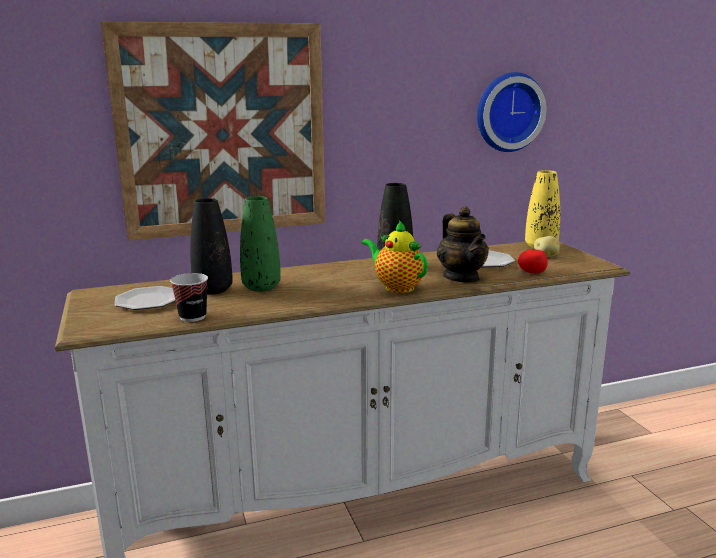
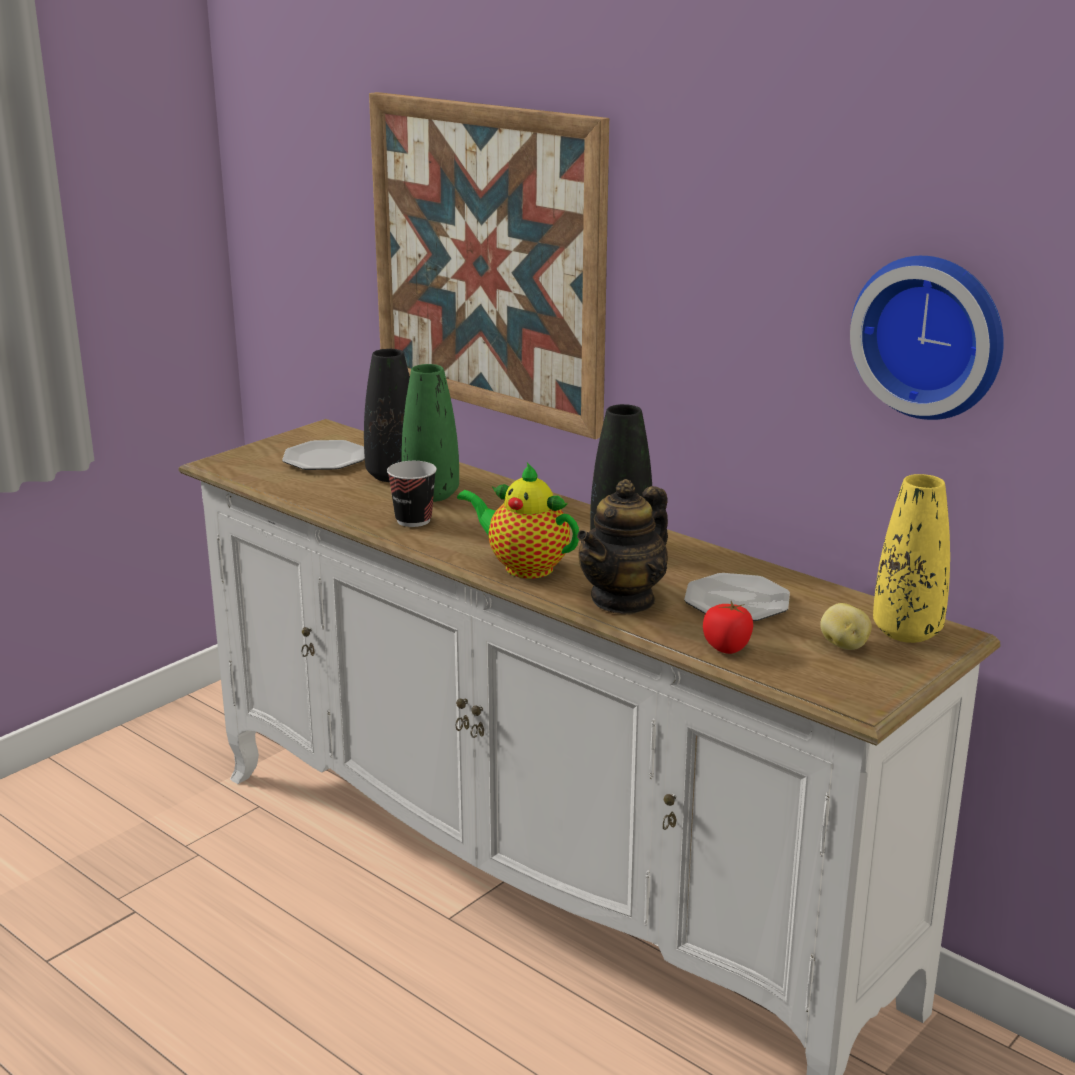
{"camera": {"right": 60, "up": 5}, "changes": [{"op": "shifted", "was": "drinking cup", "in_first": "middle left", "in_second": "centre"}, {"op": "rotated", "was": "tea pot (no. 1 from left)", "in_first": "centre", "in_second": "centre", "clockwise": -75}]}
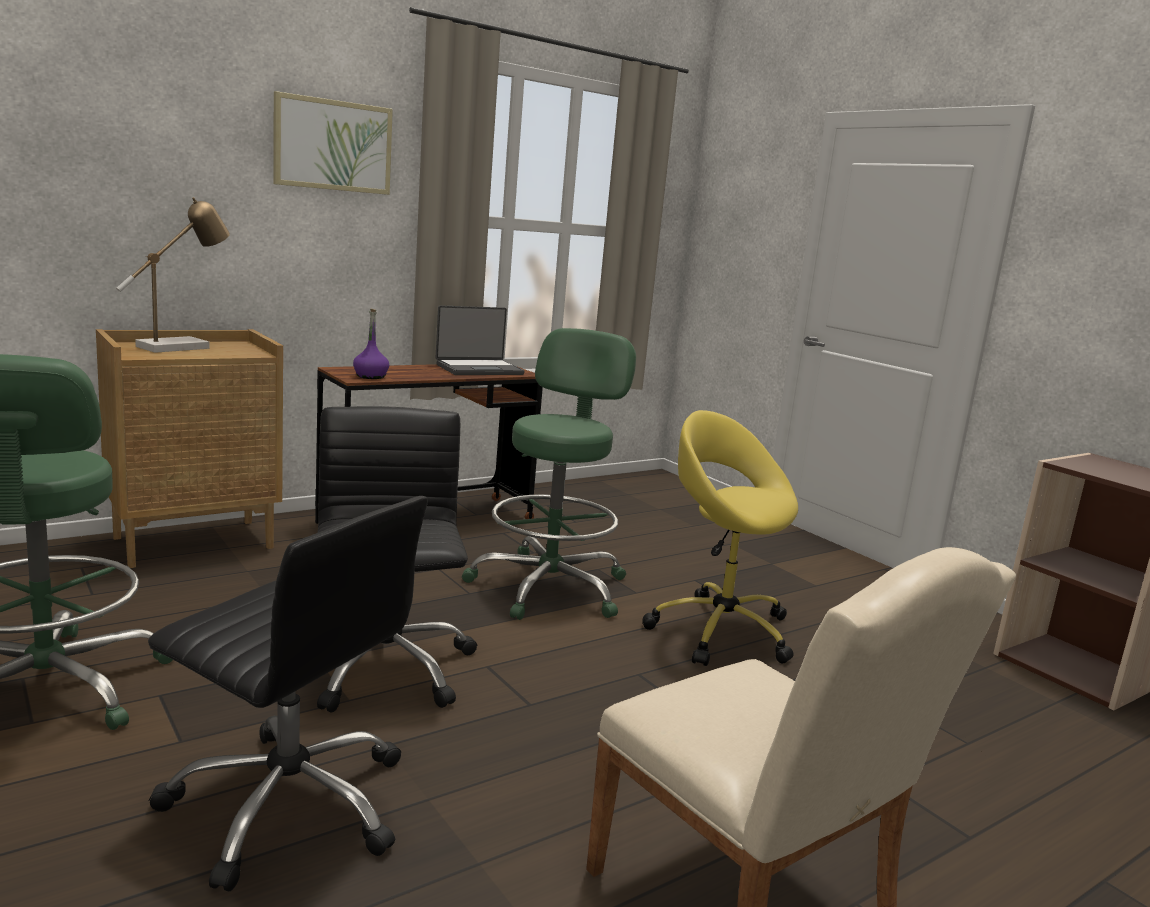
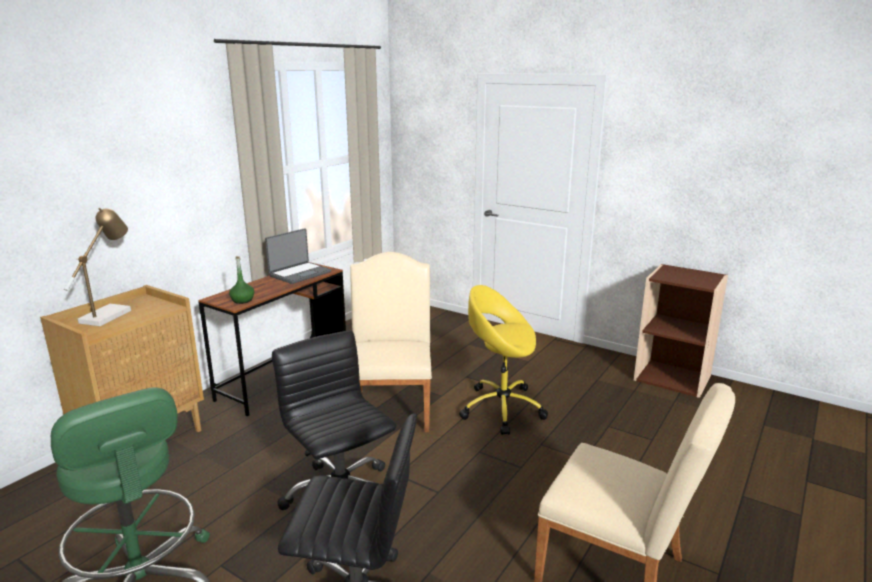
{"camera": {"right": -20, "up": 5}, "changes": [{"op": "gone", "was": "wall art", "in_first": "top left"}, {"op": "swapped", "was": "green-coloured sitting stool (no. 2 from left)", "now": "beige-coloured plain chair (no. 1 from left)", "in_first": "centre", "in_second": "centre"}, {"op": "repainted", "was": "purple-coloured beverage bottle", "now": "green-coloured beverage bottle", "in_first": "middle left", "in_second": "middle left"}]}
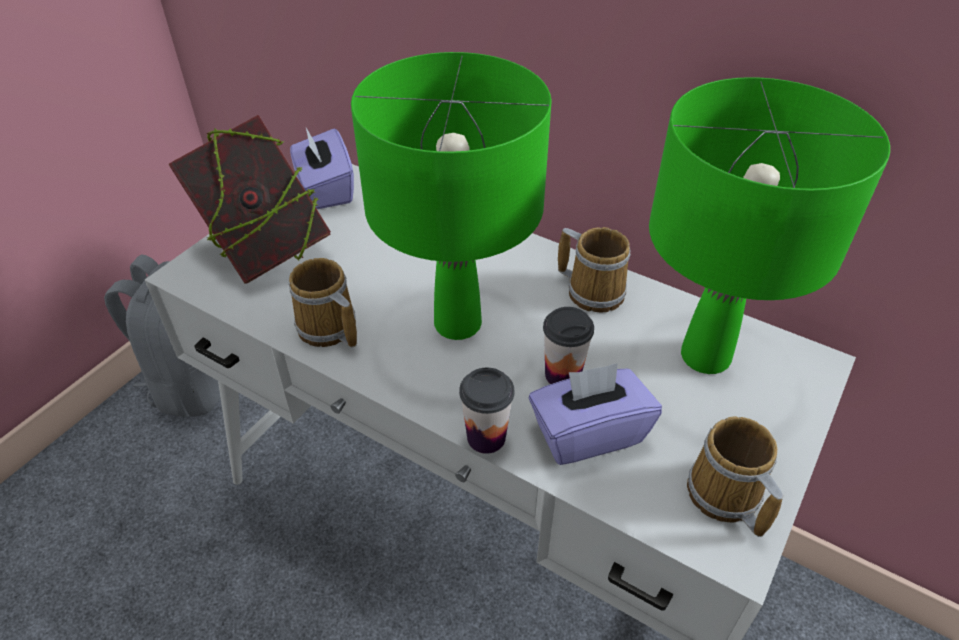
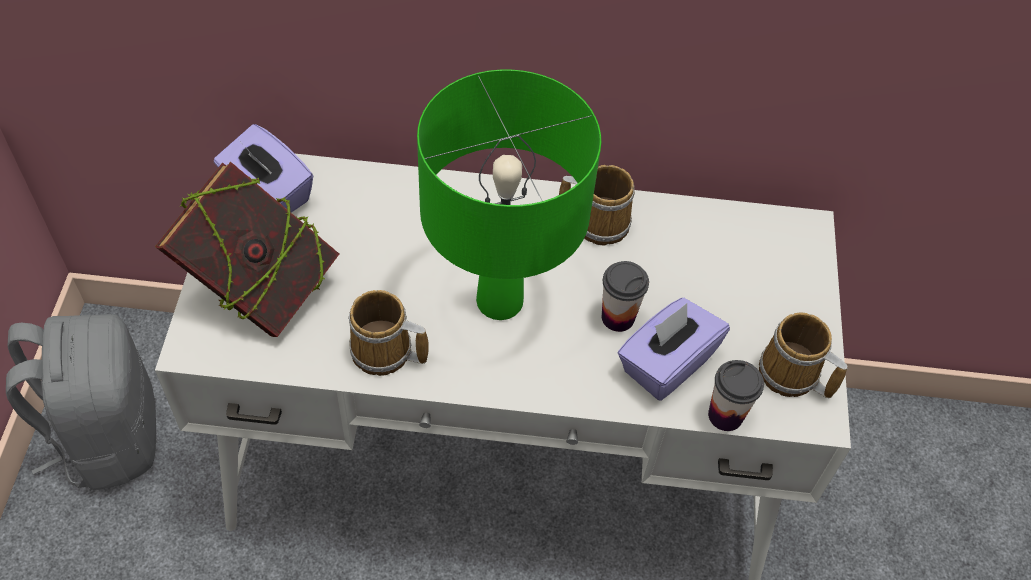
{"camera": {"right": -30, "up": 10}, "changes": [{"op": "gone", "was": "green-coloured tabletop lamp (no. 2 from left)", "in_first": "middle right"}, {"op": "shifted", "was": "drinking cup (no. 1 from left in the first image)", "now": "drinking cup (no. 2 from left)", "in_first": "centre", "in_second": "bottom right"}]}
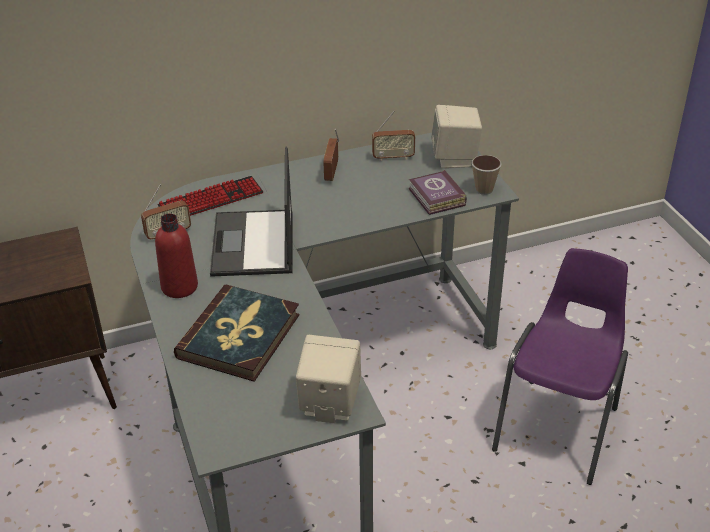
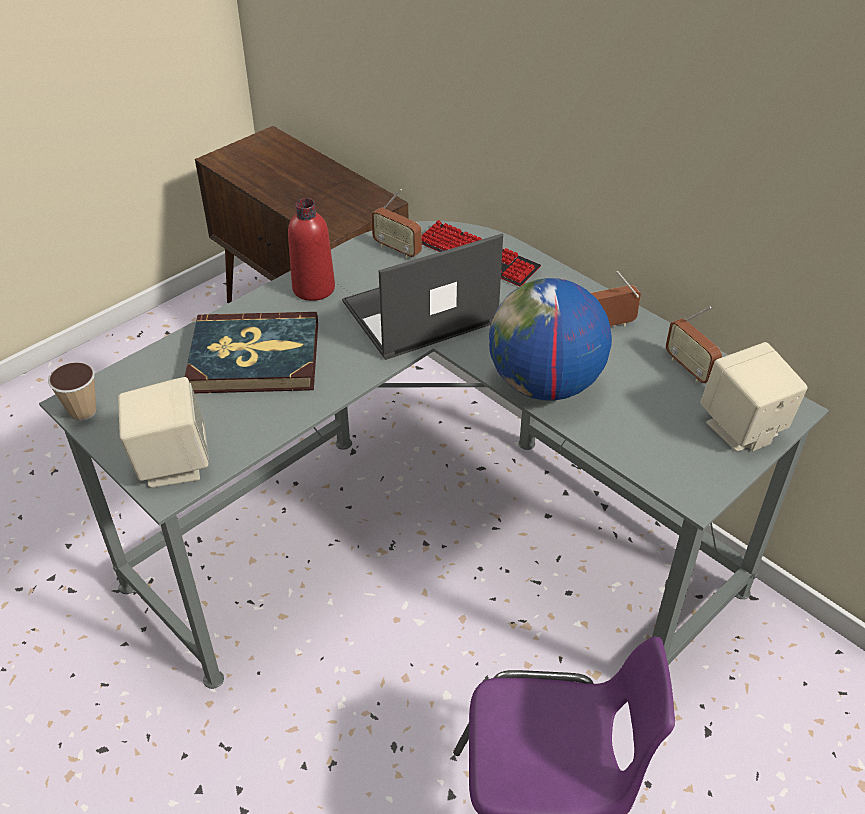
{"camera": {"right": 65, "up": 5}, "changes": [{"op": "gone", "was": "volume (no. 2 from left)", "in_first": "centre"}, {"op": "new", "now": "desk globe", "in_second": "centre"}, {"op": "shifted", "was": "drinking cup", "in_first": "top right", "in_second": "middle left"}]}
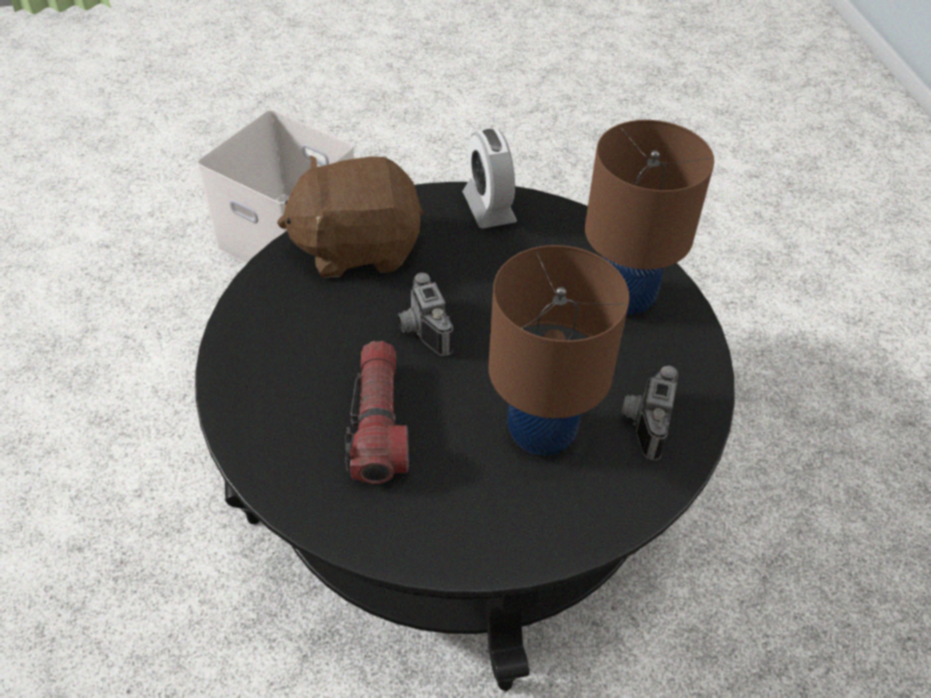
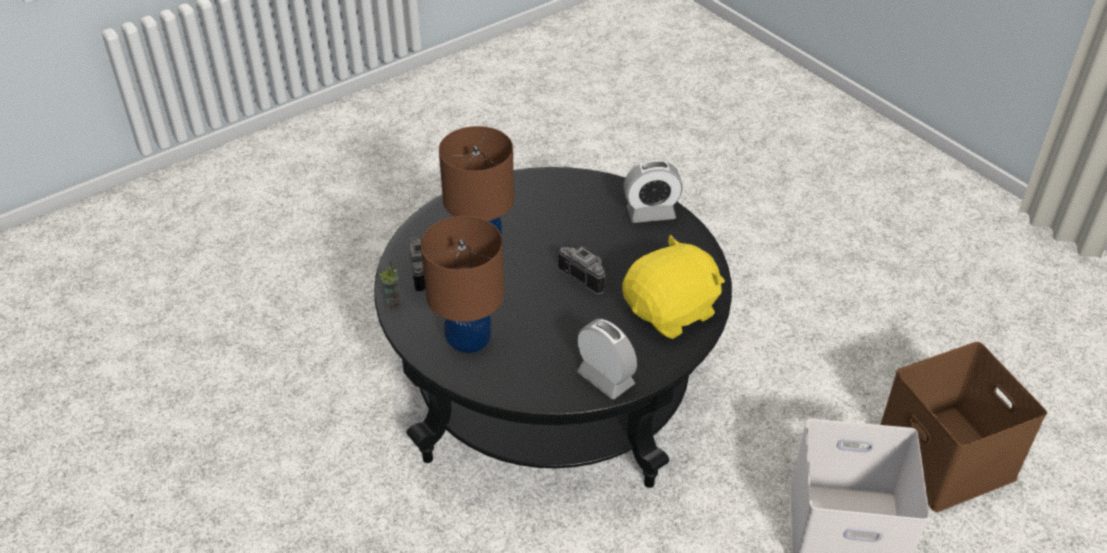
{"camera": {"right": 155, "up": -5}, "changes": [{"op": "gone", "was": "flashlight", "in_first": "centre"}, {"op": "new", "now": "drinking cup", "in_second": "centre"}, {"op": "new", "now": "table clock (no. 2 from left)", "in_second": "centre"}, {"op": "new", "now": "brown-coloured storage bin", "in_second": "bottom right"}, {"op": "repainted", "was": "brown-coloured plush toy", "now": "yellow plush toy", "in_first": "top centre", "in_second": "centre"}]}
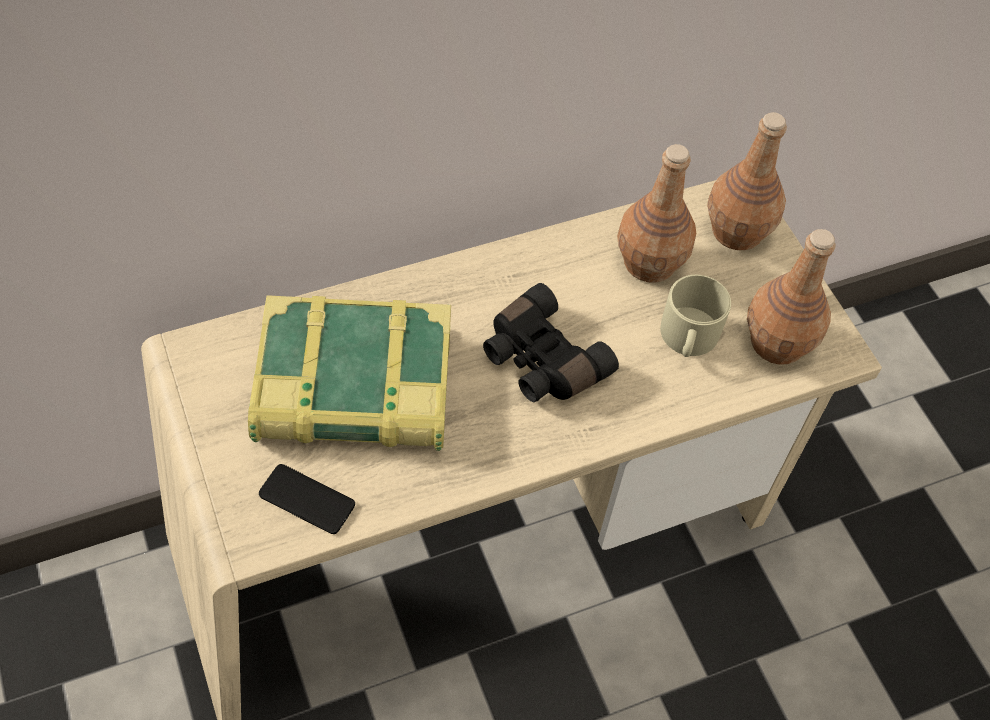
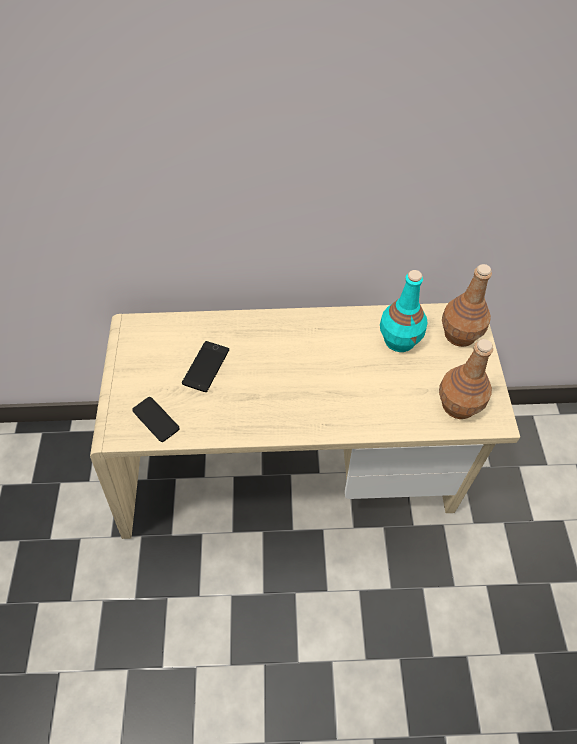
{"camera": {"right": 25, "up": 0}, "changes": [{"op": "gone", "was": "black pair of binoculars", "in_first": "centre"}, {"op": "gone", "was": "beige-coloured mug", "in_first": "middle right"}, {"op": "swapped", "was": "volume", "now": "phone (no. 2 from left)", "in_first": "centre", "in_second": "centre"}, {"op": "repainted", "was": "brown-coloured beverage bottle (no. 1 from left)", "now": "turquoise beverage bottle", "in_first": "top centre", "in_second": "middle right"}]}
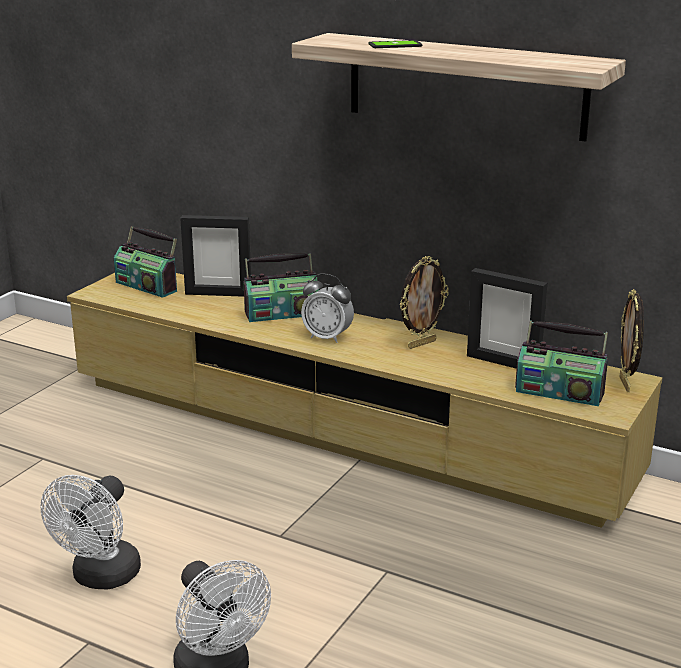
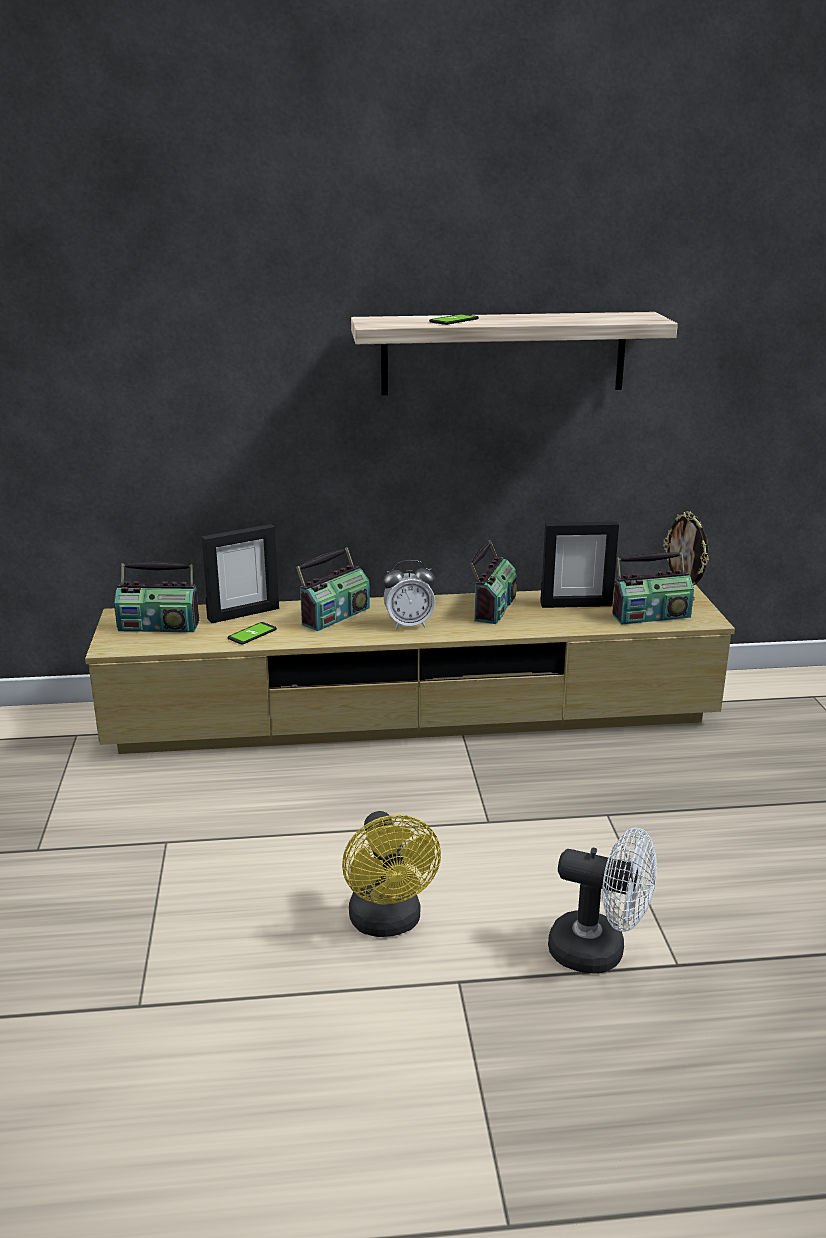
{"camera": {"right": -35, "up": 0}, "changes": [{"op": "new", "now": "phone (no. 1 from left)", "in_second": "middle left"}, {"op": "swapped", "was": "standing frame (no. 2 from left)", "now": "radio (no. 3 from left)", "in_first": "centre", "in_second": "centre"}, {"op": "repainted", "was": "whitish fan (no. 1 from left)", "now": "yellow fan", "in_first": "bottom left", "in_second": "bottom centre"}]}
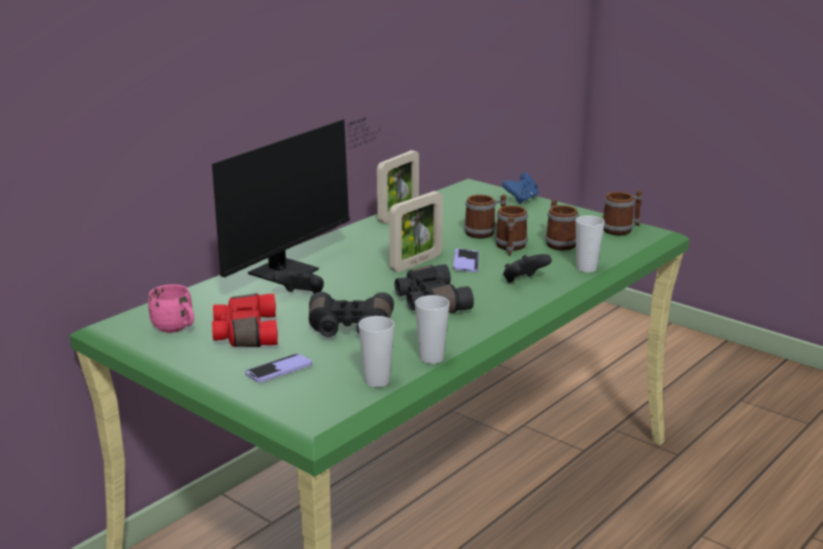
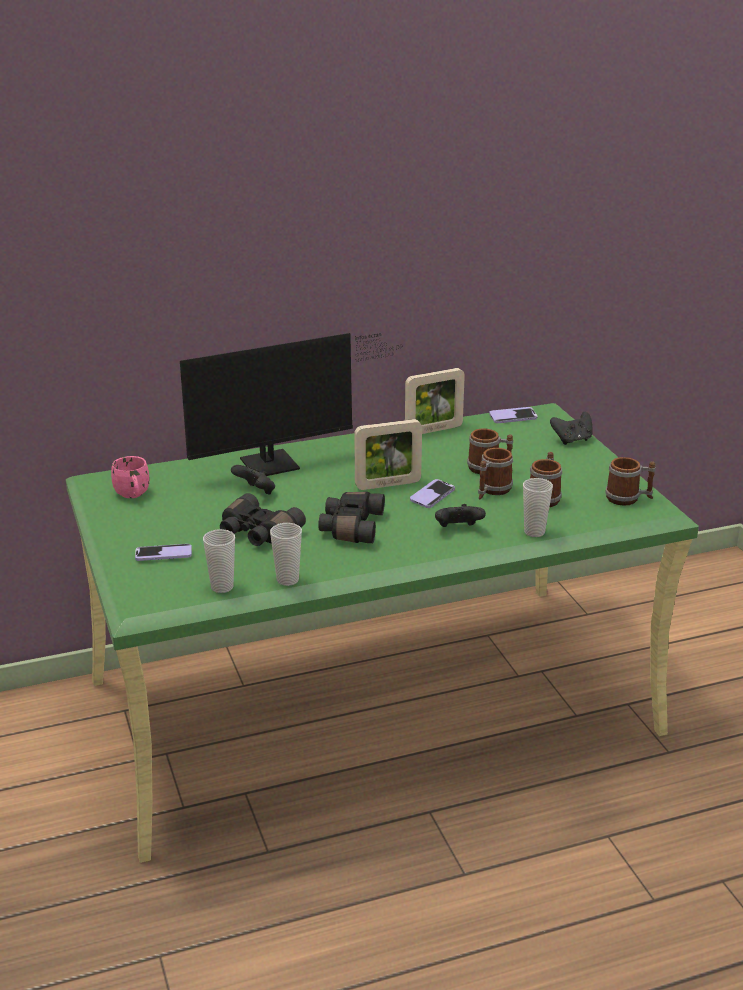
{"camera": {"right": 30, "up": 5}, "changes": [{"op": "gone", "was": "red pair of binoculars", "in_first": "middle left"}, {"op": "new", "now": "phone (no. 3 from left)", "in_second": "middle right"}, {"op": "repainted", "was": "blue gamepad", "now": "black gamepad (no. 3 from left)", "in_first": "centre", "in_second": "middle right"}]}
